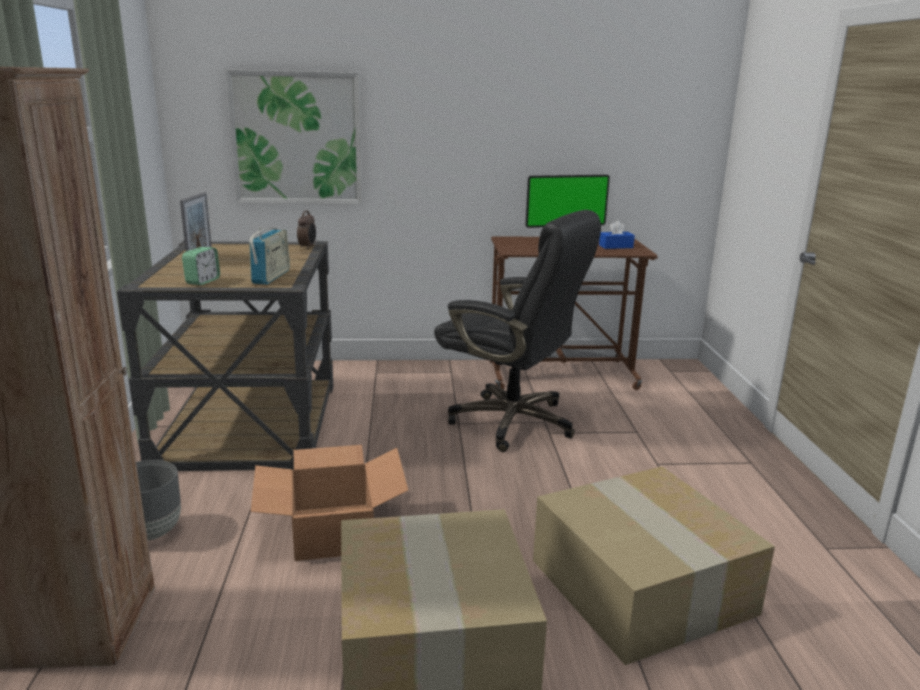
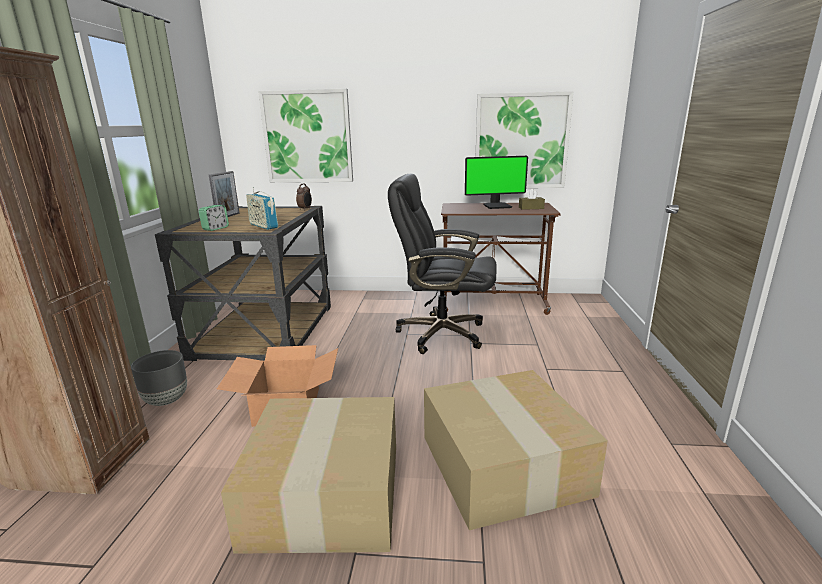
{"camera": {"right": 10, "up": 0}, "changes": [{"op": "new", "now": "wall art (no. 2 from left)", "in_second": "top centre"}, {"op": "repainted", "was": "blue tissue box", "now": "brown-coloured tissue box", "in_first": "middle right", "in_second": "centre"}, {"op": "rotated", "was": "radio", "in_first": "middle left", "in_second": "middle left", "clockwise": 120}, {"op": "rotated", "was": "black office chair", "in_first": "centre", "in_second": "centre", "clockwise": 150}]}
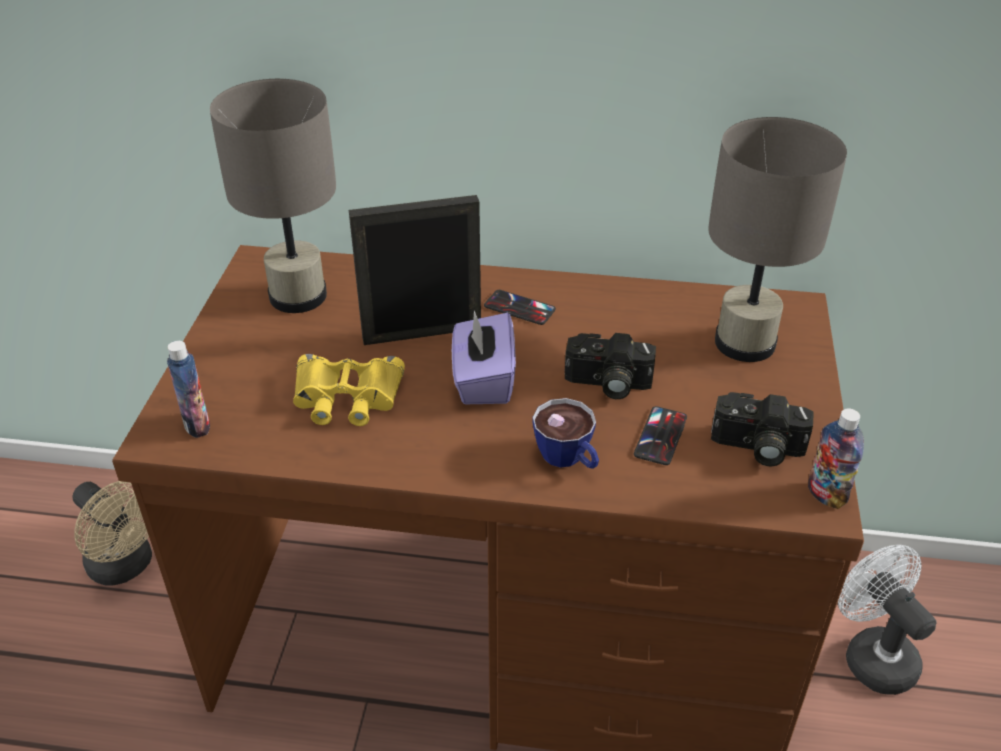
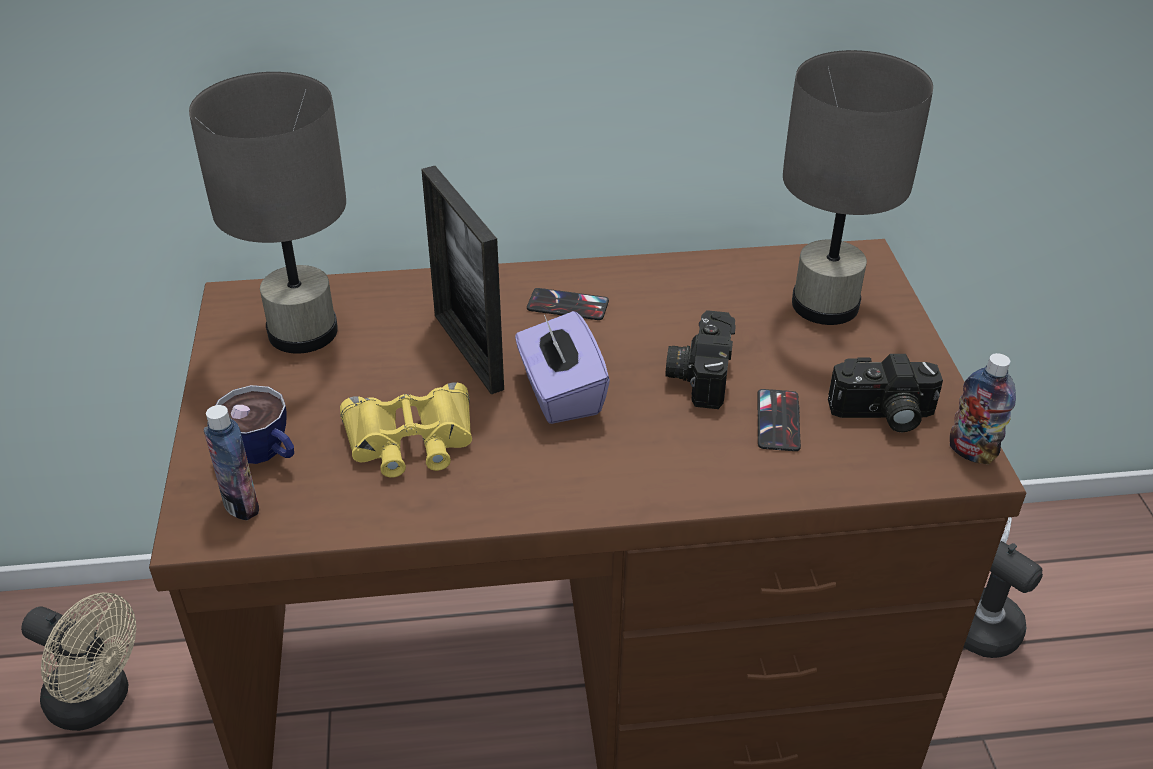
{"camera": {"right": -15, "up": 0}, "changes": [{"op": "shifted", "was": "drinking cup", "in_first": "centre", "in_second": "middle left"}, {"op": "rotated", "was": "standing frame", "in_first": "centre", "in_second": "centre", "clockwise": -90}, {"op": "rotated", "was": "photo camera (no. 1 from left)", "in_first": "centre", "in_second": "centre", "clockwise": 105}]}
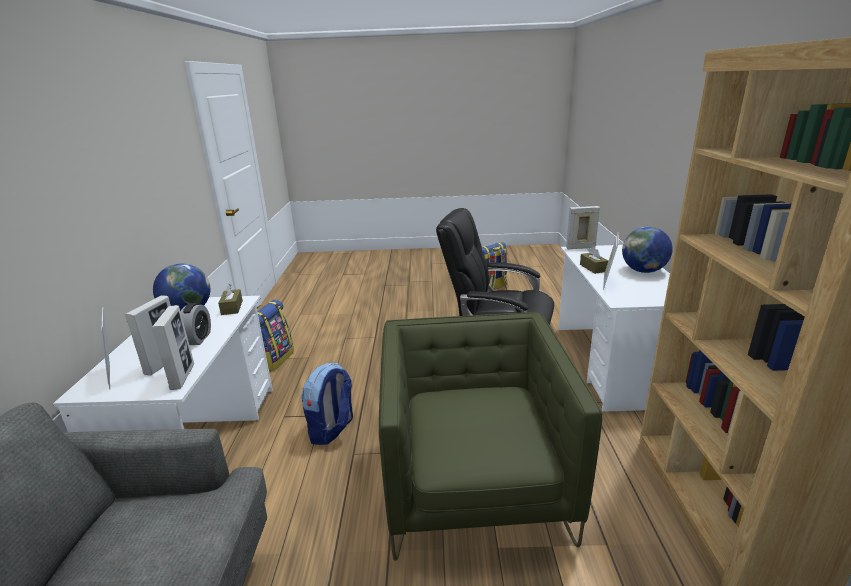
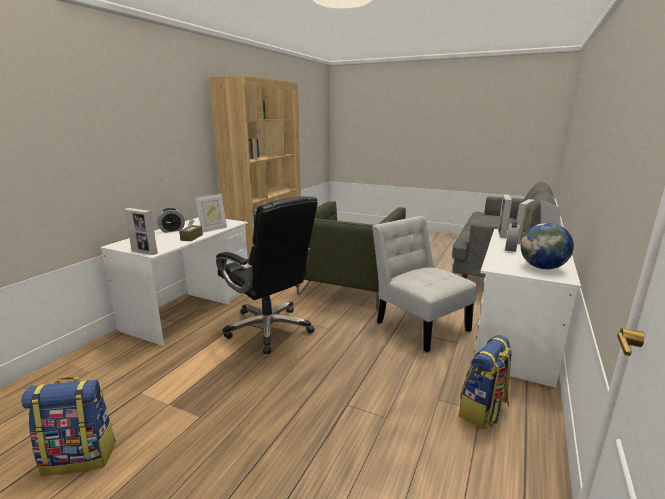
{"camera": {"right": -155, "up": -5}, "changes": [{"op": "gone", "was": "brown-coloured tissue box (no. 1 from left)", "in_first": "middle left"}, {"op": "swapped", "was": "backpack (no. 2 from left)", "now": "whitish plain chair", "in_first": "bottom centre", "in_second": "centre"}, {"op": "swapped", "was": "desk globe (no. 2 from left)", "now": "table clock (no. 1 from left)", "in_first": "middle right", "in_second": "middle left"}]}
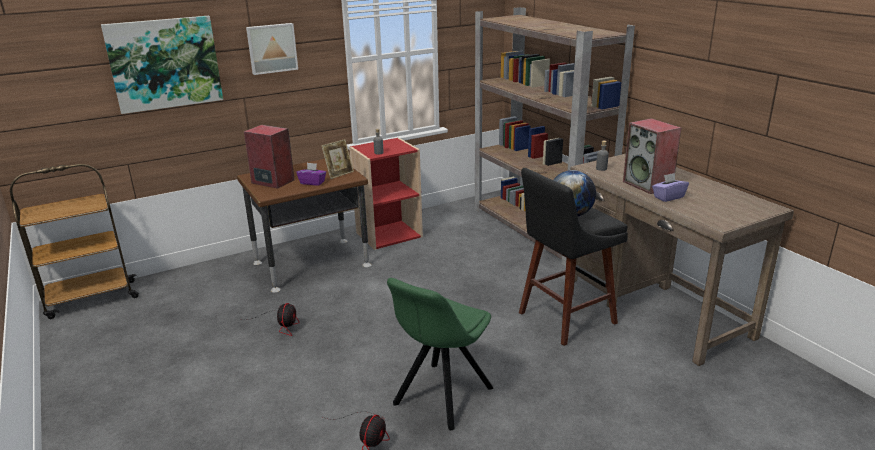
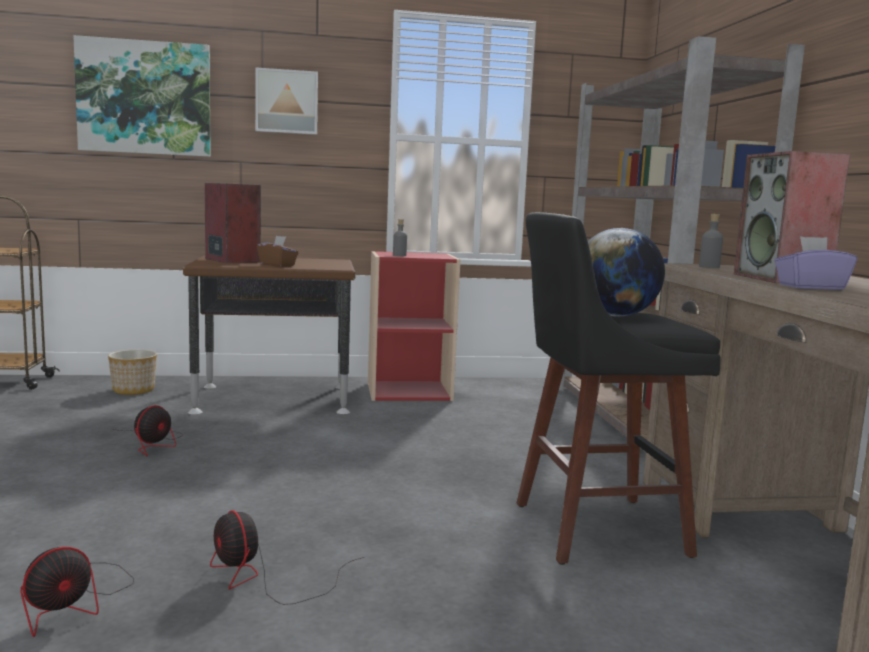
{"camera": {"right": 20, "up": -15}, "changes": [{"op": "gone", "was": "standing frame", "in_first": "centre"}, {"op": "new", "now": "planter", "in_second": "middle left"}, {"op": "swapped", "was": "green-coloured plain chair", "now": "fan (no. 3 from left)", "in_first": "bottom centre", "in_second": "bottom left"}, {"op": "repainted", "was": "purple-coloured tissue box (no. 1 from left)", "now": "brown-coloured tissue box", "in_first": "centre", "in_second": "middle left"}]}
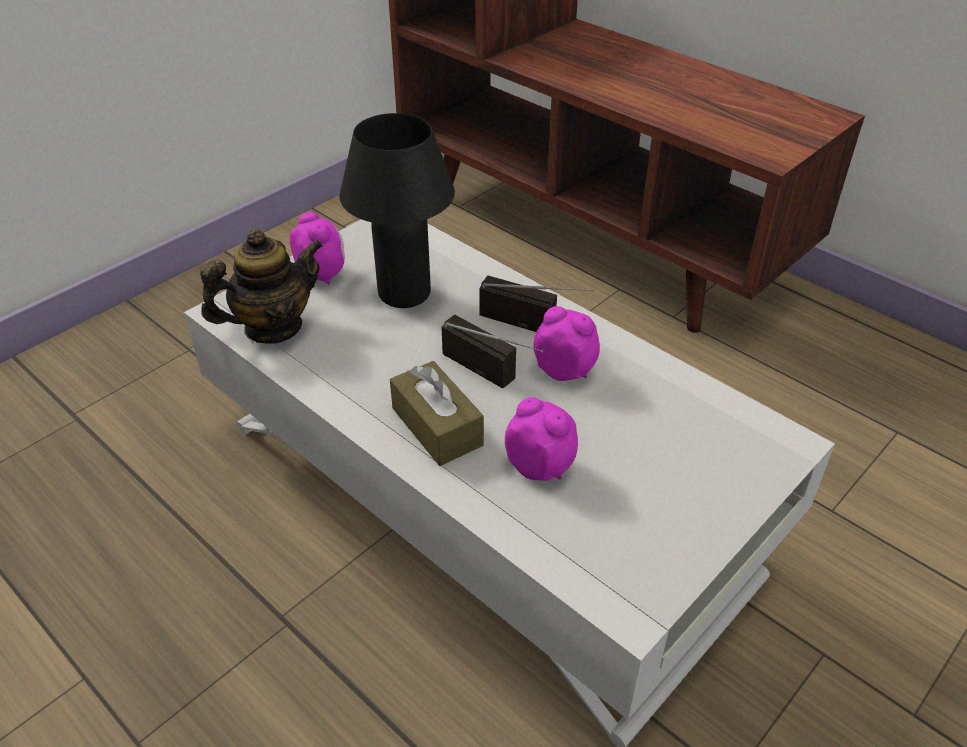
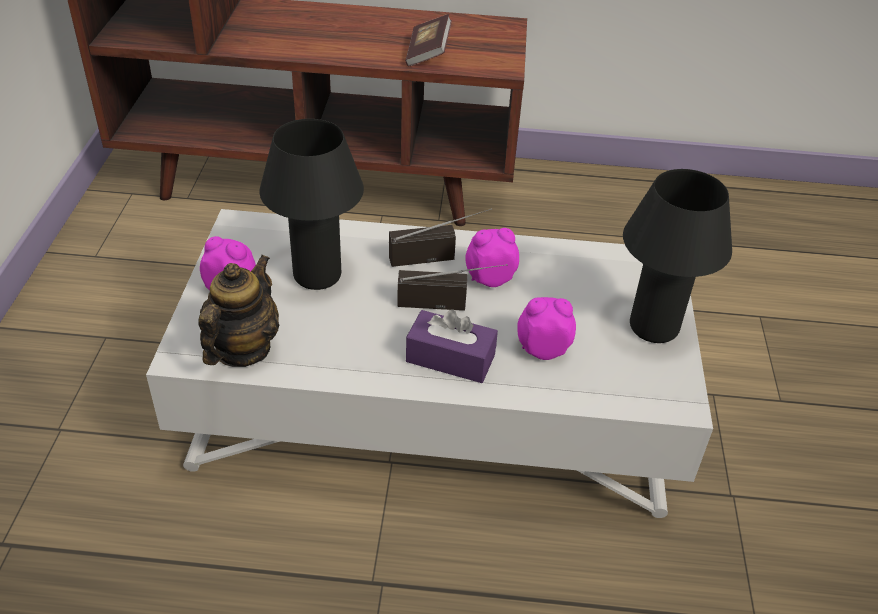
{"camera": {"right": -40, "up": 0}, "changes": [{"op": "new", "now": "volume", "in_second": "top centre"}, {"op": "new", "now": "black tabletop lamp (no. 2 from left)", "in_second": "middle right"}, {"op": "repainted", "was": "brown-coloured tissue box", "now": "purple-coloured tissue box", "in_first": "centre", "in_second": "centre"}]}
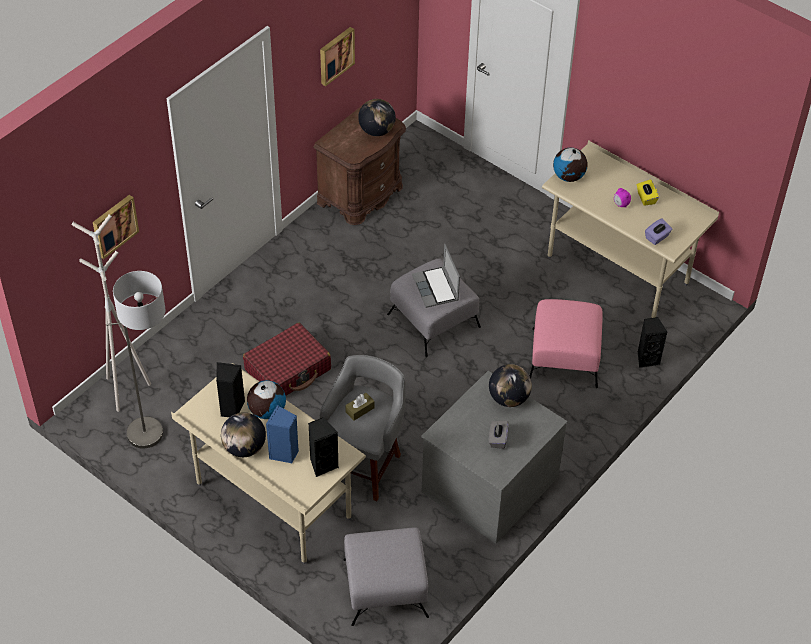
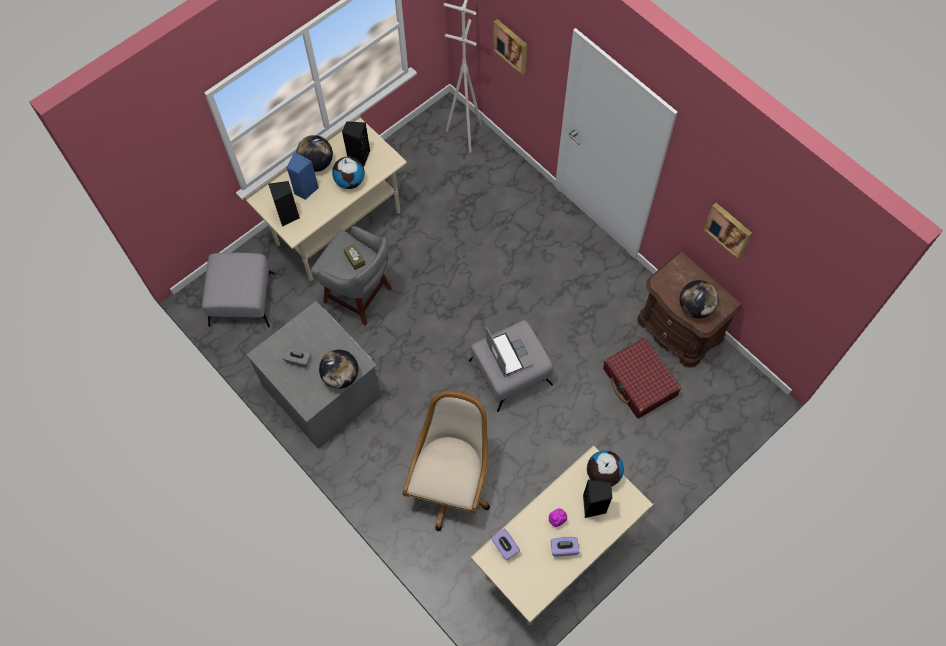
{"camera": {"right": 100, "up": 15}, "changes": [{"op": "gone", "was": "gray standing lamp", "in_first": "middle left"}, {"op": "shifted", "was": "red piece of luggage", "in_first": "centre", "in_second": "middle right"}, {"op": "shifted", "was": "black speaker (no. 3 from left)", "in_first": "middle right", "in_second": "bottom centre"}, {"op": "swapped", "was": "pink-coloured footrest", "now": "office chair", "in_first": "middle right", "in_second": "bottom centre"}, {"op": "repainted", "was": "yellow tissue box", "now": "purple-coloured tissue box (no. 2 from left)", "in_first": "top right", "in_second": "bottom centre"}, {"op": "rotated", "was": "portable computer", "in_first": "centre", "in_second": "centre", "clockwise": 75}]}
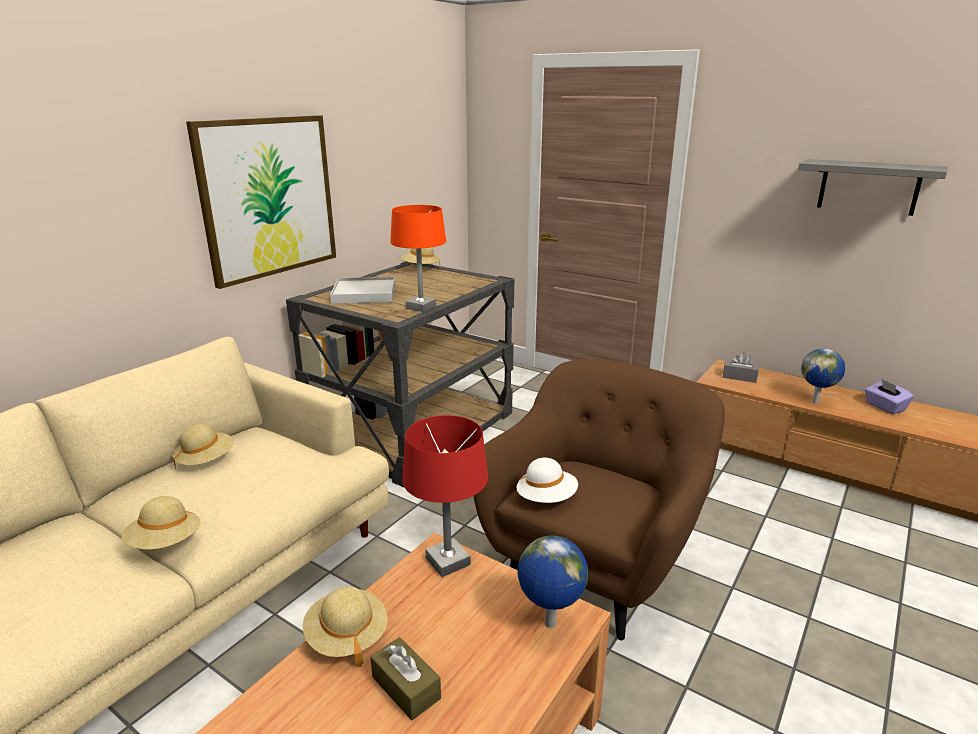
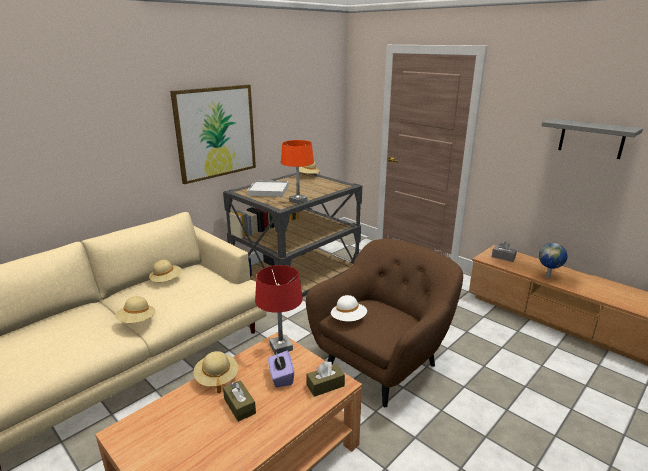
{"camera": {"right": 10, "up": 0}, "changes": [{"op": "shifted", "was": "purple-coloured tissue box", "in_first": "middle right", "in_second": "bottom centre"}, {"op": "swapped", "was": "desk globe (no. 1 from left)", "now": "brown-coloured tissue box (no. 2 from left)", "in_first": "bottom centre", "in_second": "bottom centre"}]}
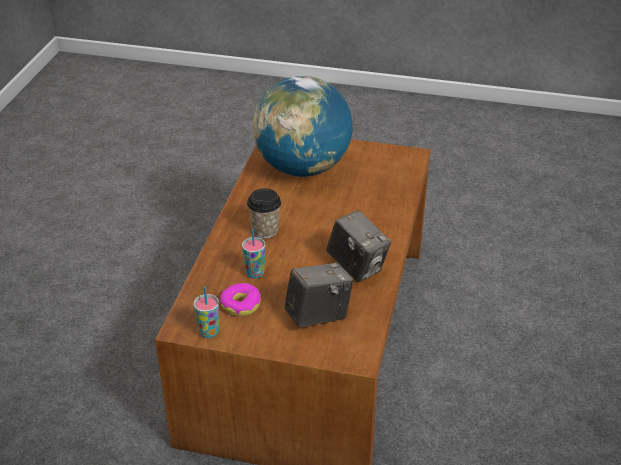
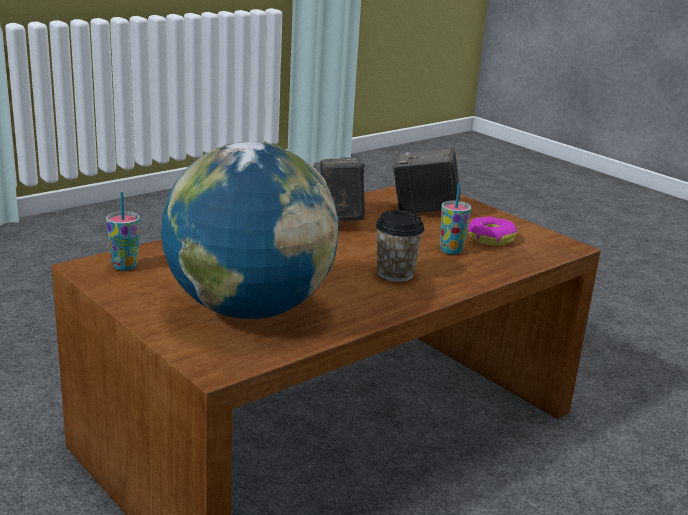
{"camera": {"right": -145, "up": -15}, "changes": [{"op": "shifted", "was": "drinking cup (no. 1 from left)", "in_first": "bottom left", "in_second": "middle left"}]}
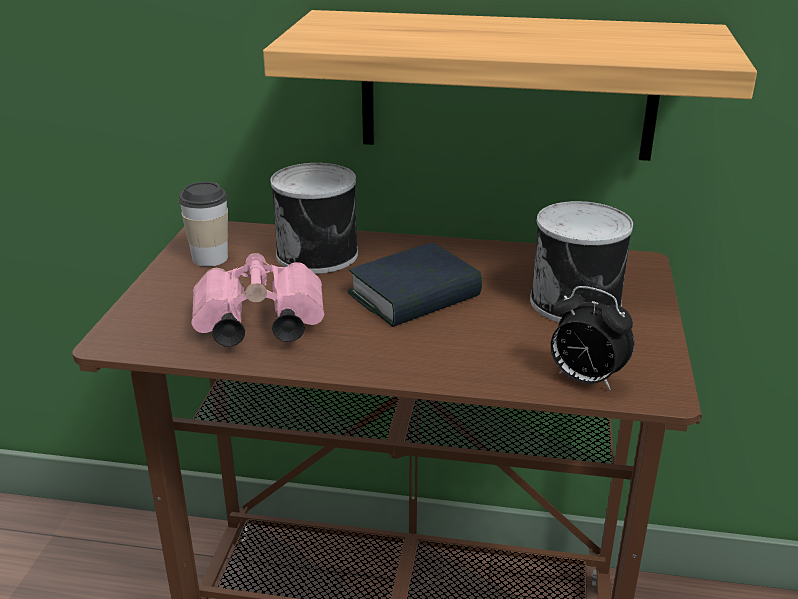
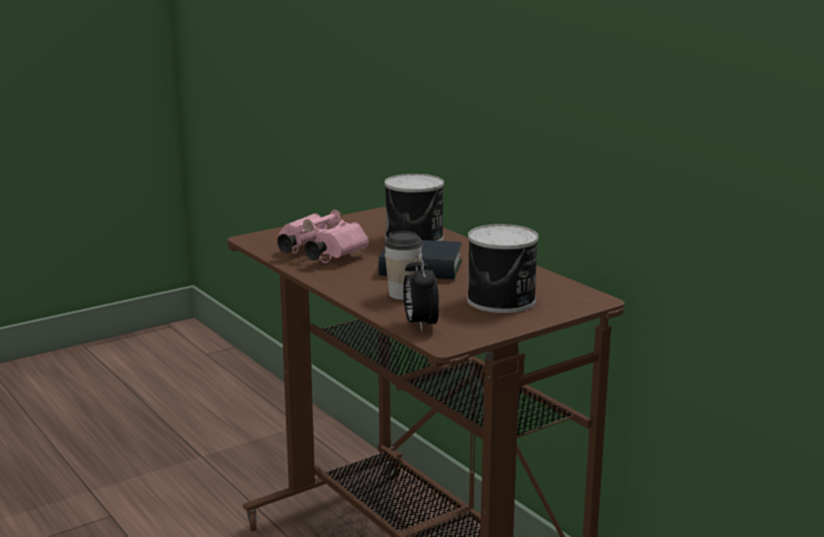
{"camera": {"right": 45, "up": -10}, "changes": [{"op": "gone", "was": "bracket shelf", "in_first": "top centre"}, {"op": "shifted", "was": "drinking cup", "in_first": "middle left", "in_second": "centre"}]}
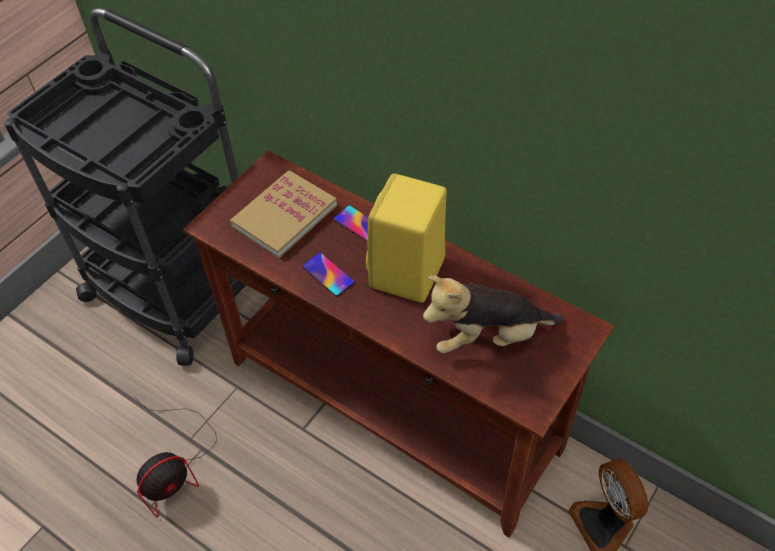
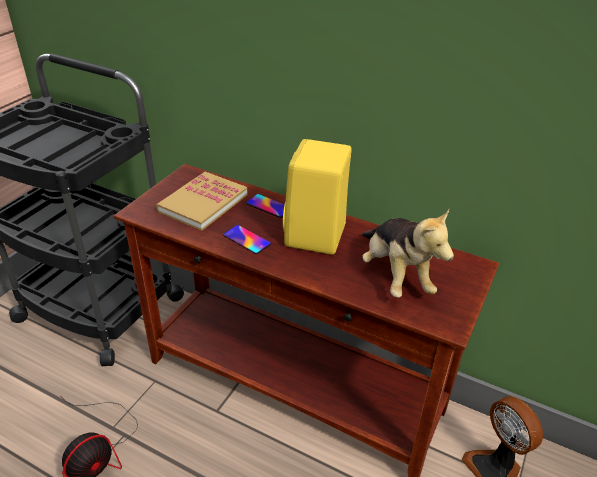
{"camera": {"right": -10, "up": -15}, "changes": [{"op": "rotated", "was": "plush toy", "in_first": "centre", "in_second": "middle right", "clockwise": -90}]}
